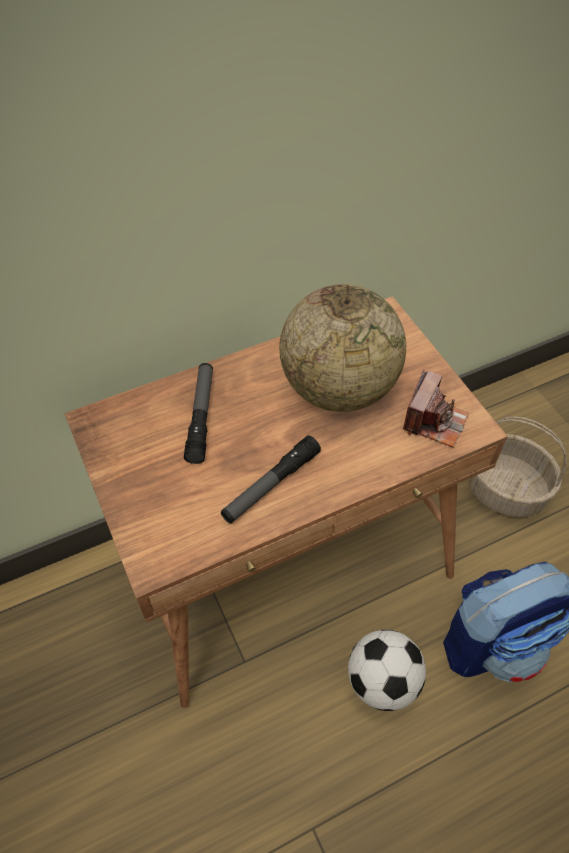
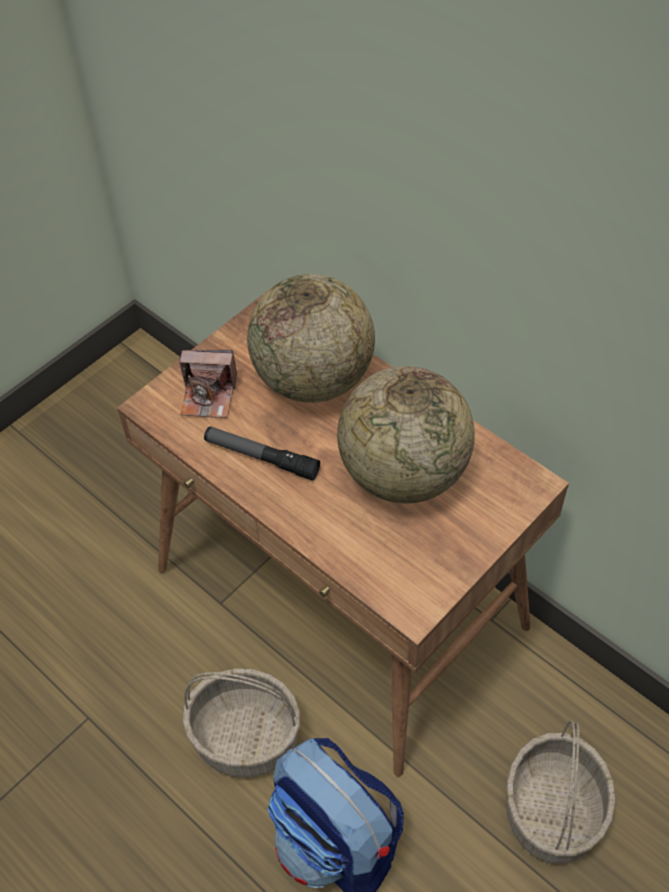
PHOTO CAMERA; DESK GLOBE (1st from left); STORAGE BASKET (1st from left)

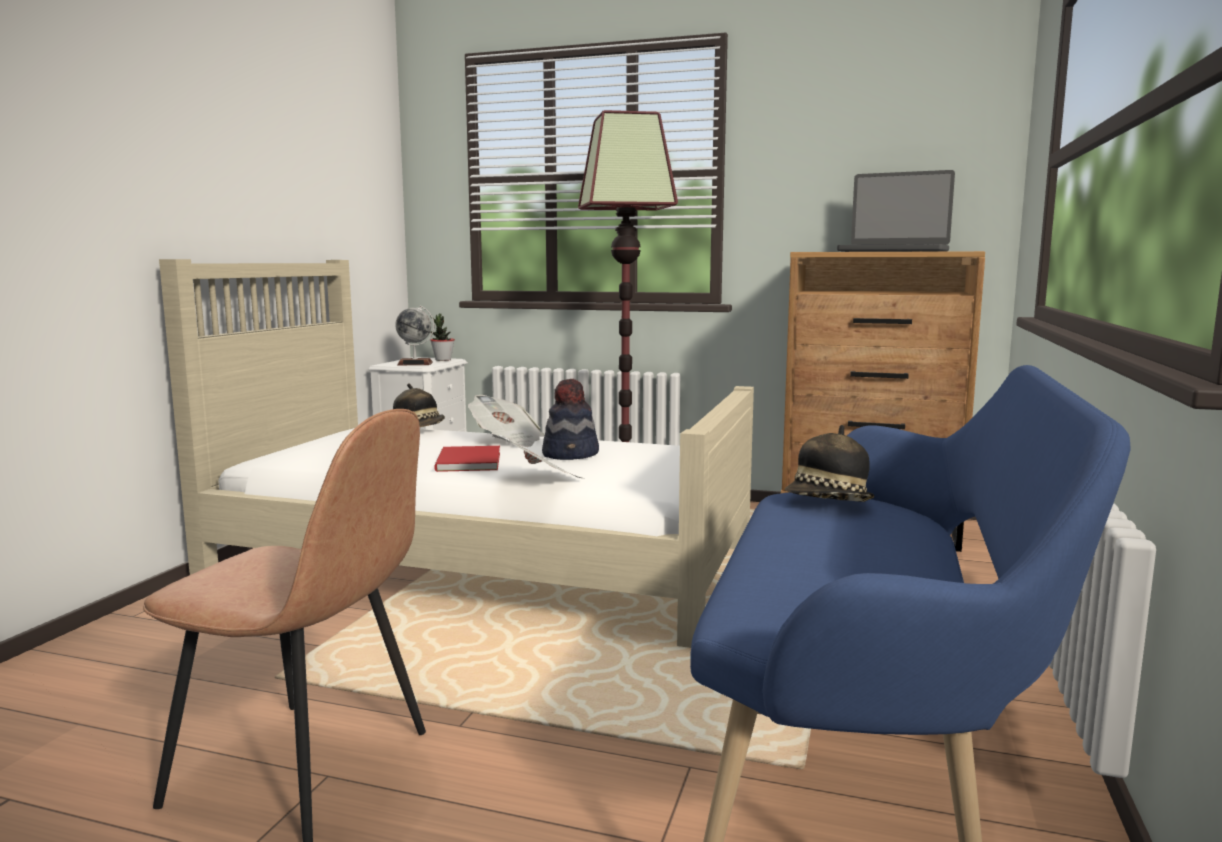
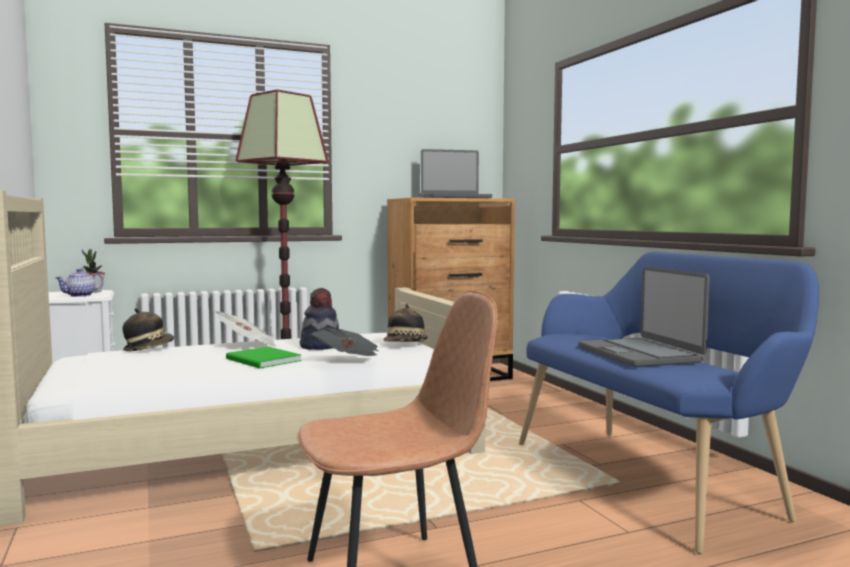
PORTABLE COMPUTER (2nd from left); HAT (3rd from left); TEA POT; GREEN-COLOURED BOOK

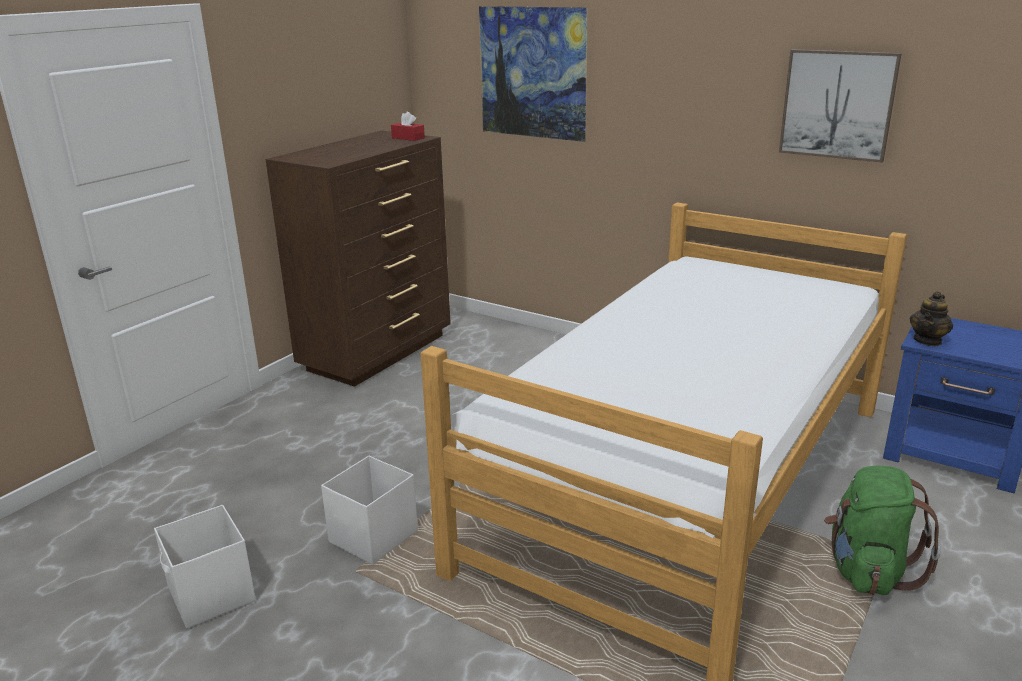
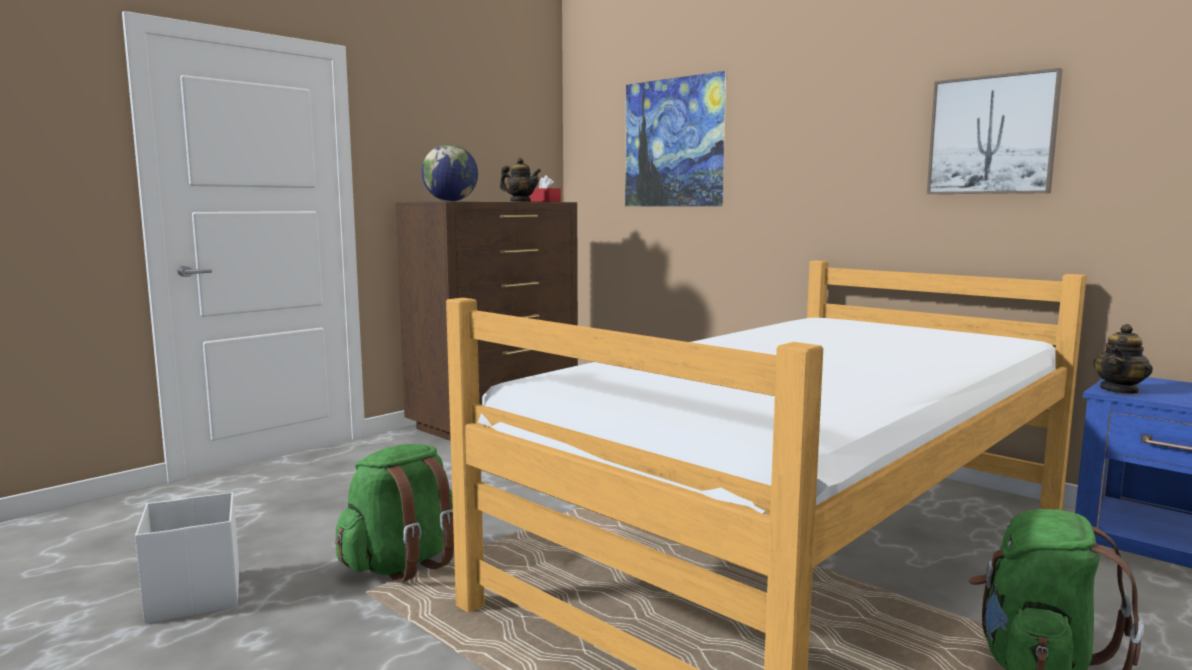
DESK GLOBE; TEA POT (1st from left); GREEN-COLOURED RUCKSACK (1st from left)

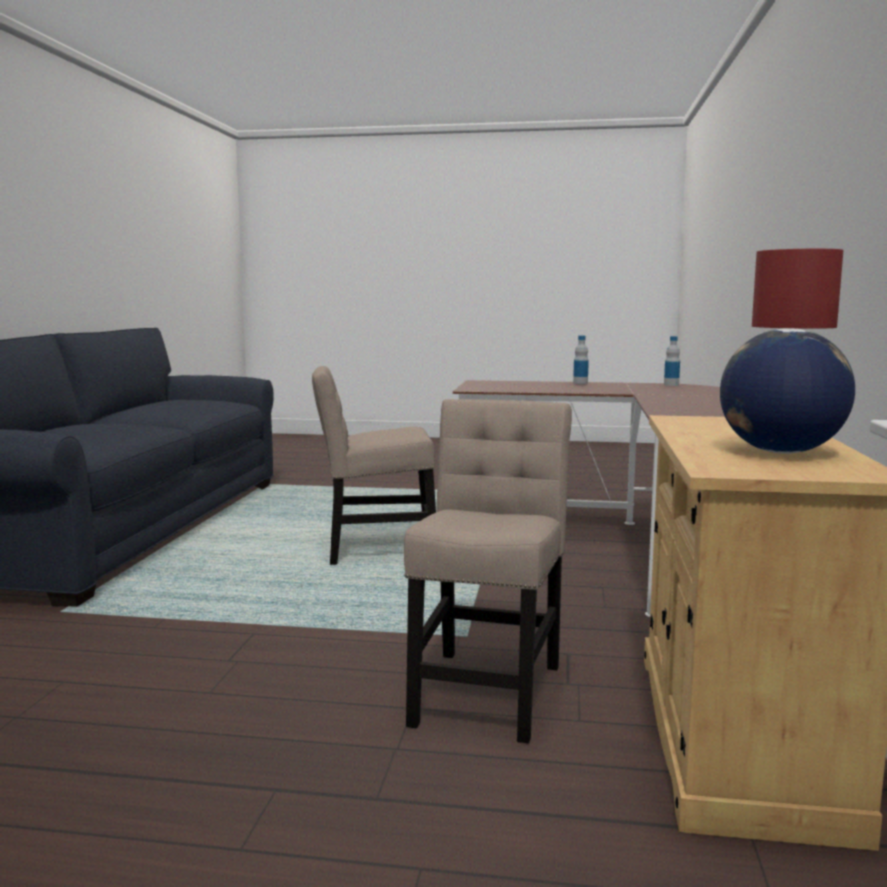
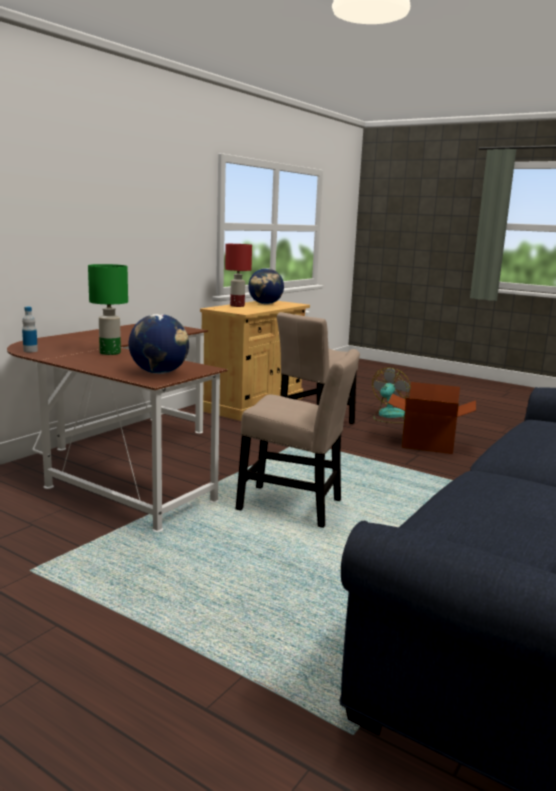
DRINK BOTTLE (1st from left in the first image); GREEN-COLOURED TABLE LAMP; DESK GLOBE (1st from left); FAN; CARDBOARD BOX

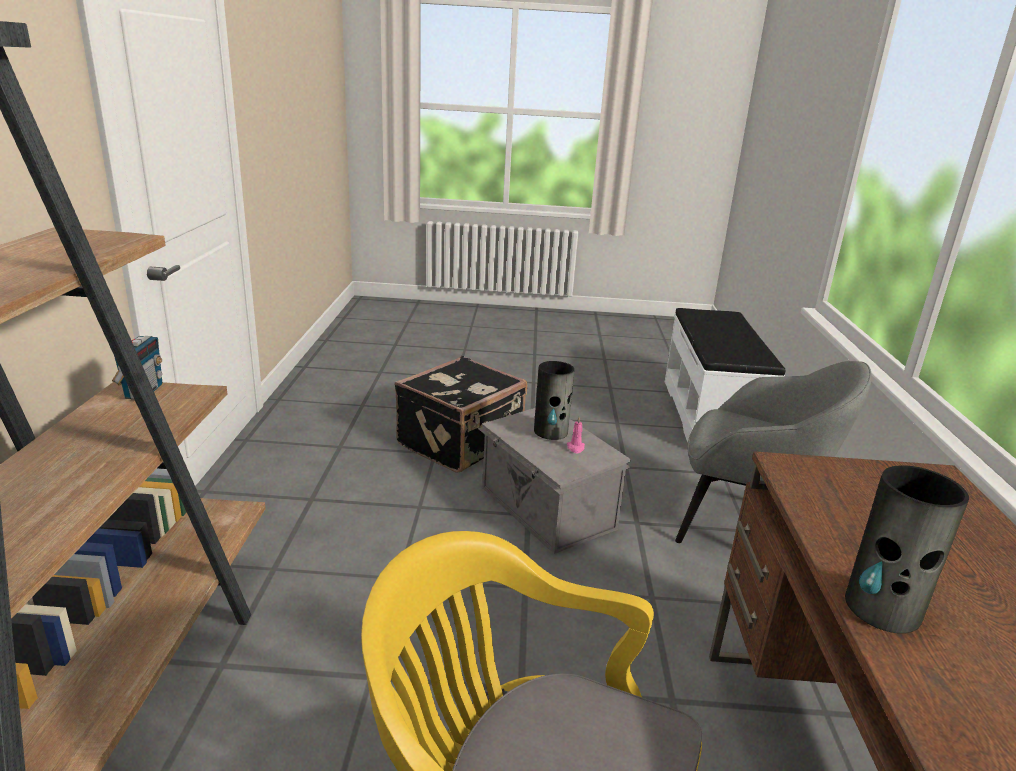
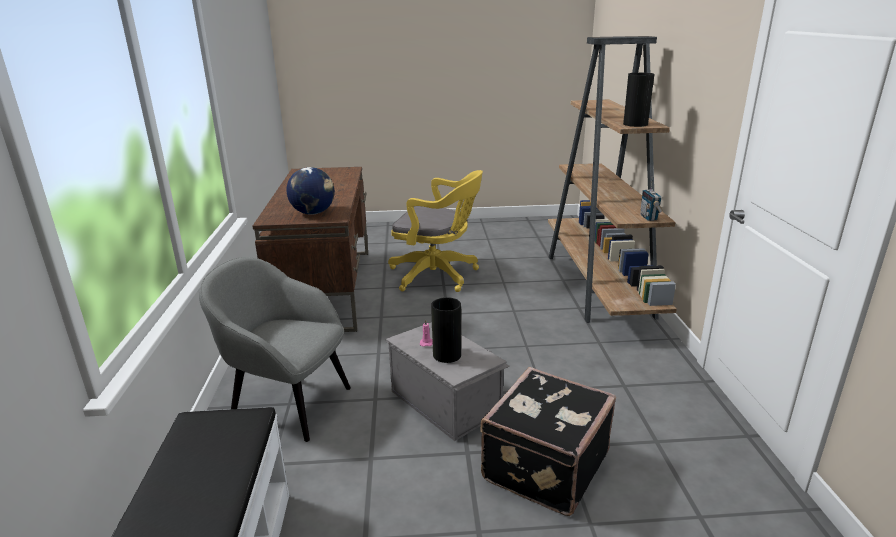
DESK GLOBE; DECORATIVE VASE (2nd from left)

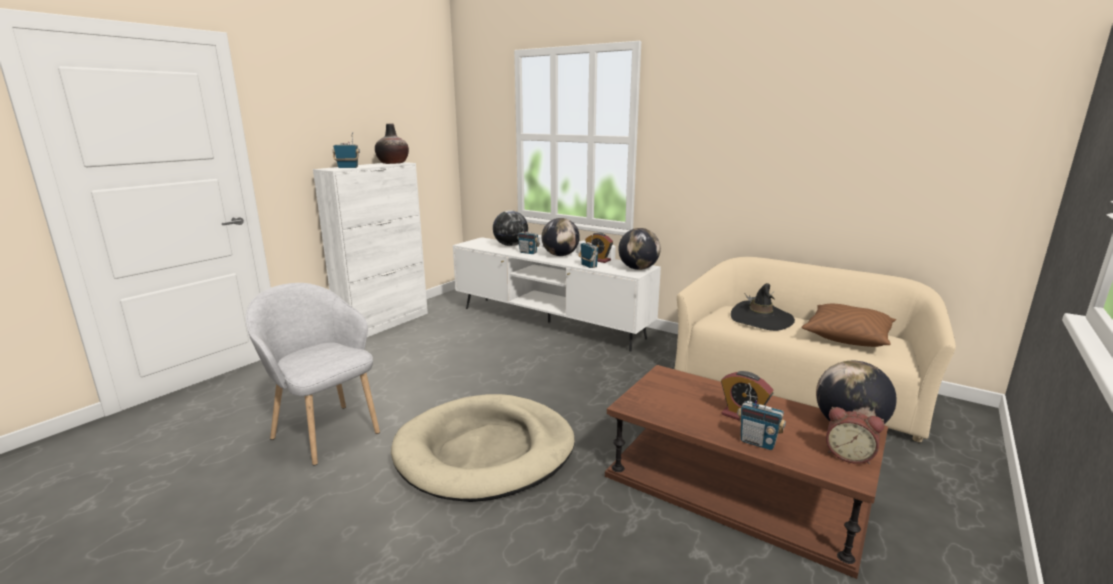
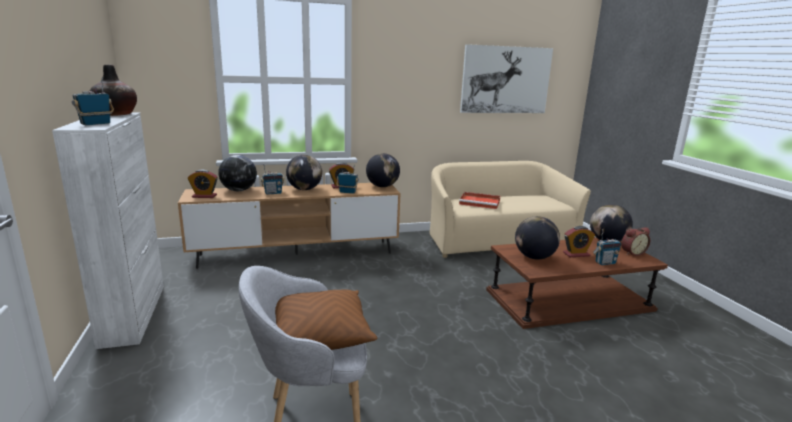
BEIGE-COLOURED PET BED; TABLE CLOCK (1st from left); WALL PICTURE; DESK GLOBE (4th from left); BROWN PILLOW; RED CARRYING TRAY; BROWN TV STAND

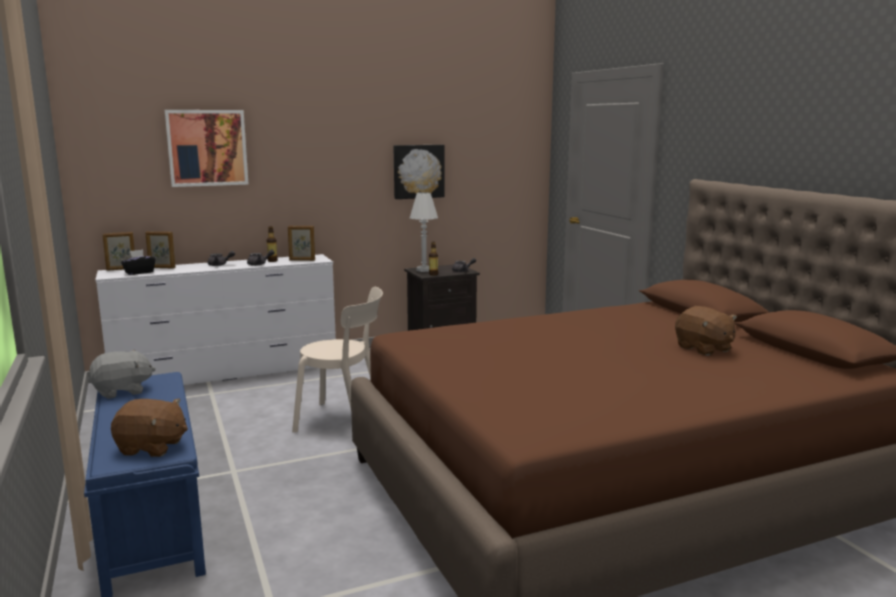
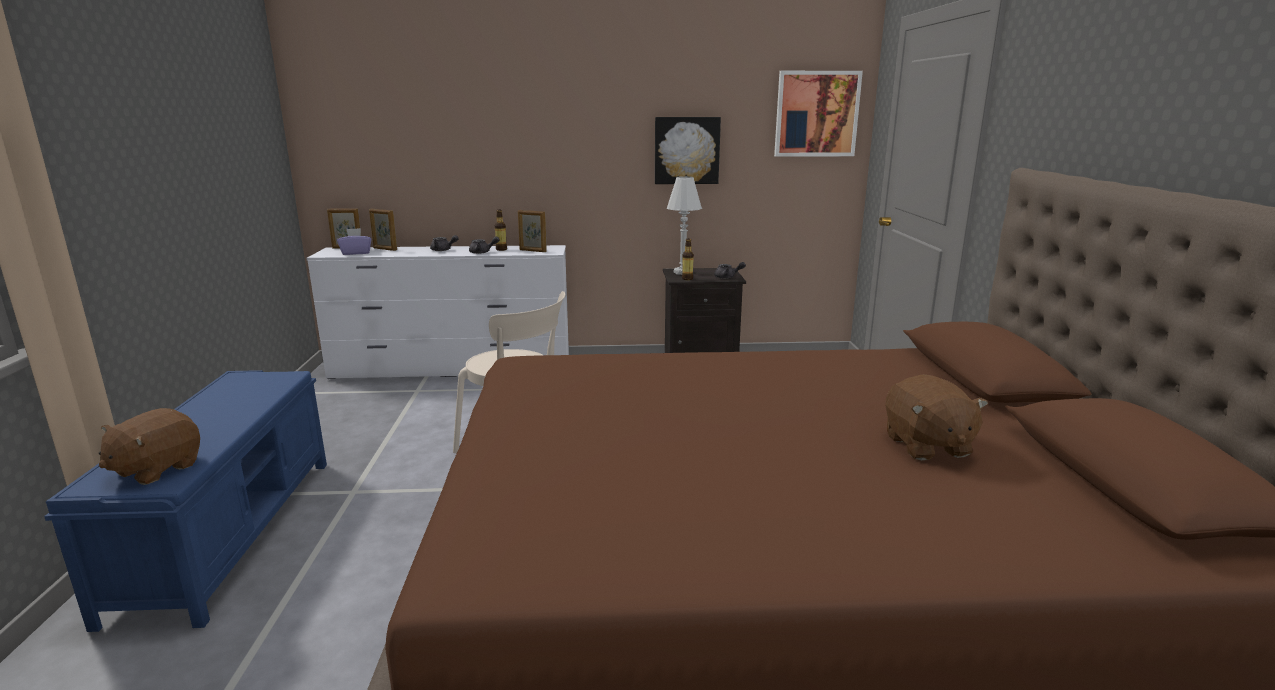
GRAY SOFT TOY; WALL PICTURE (2nd from left); PURPLE TISSUE HOLDER; BROWN SOFT TOY (1st from left)

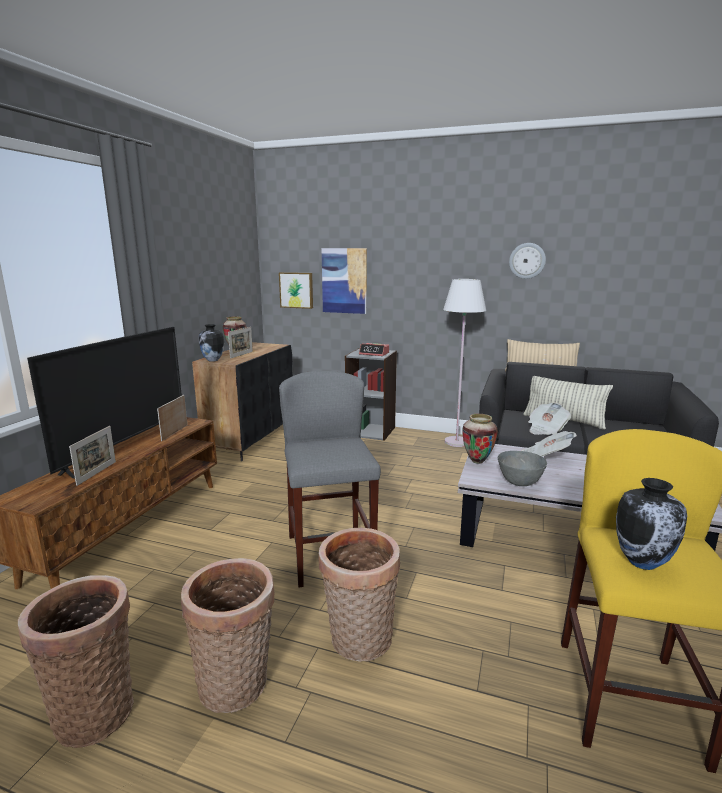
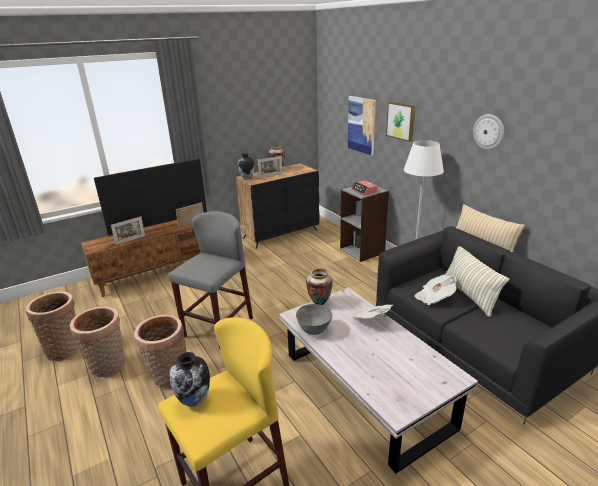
WALL PICTURE (2nd from left)

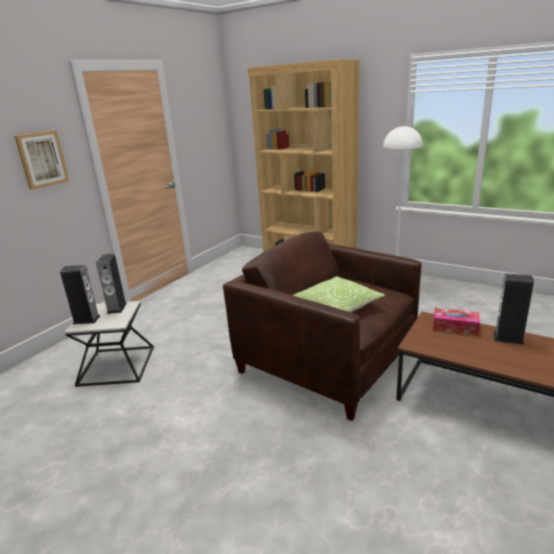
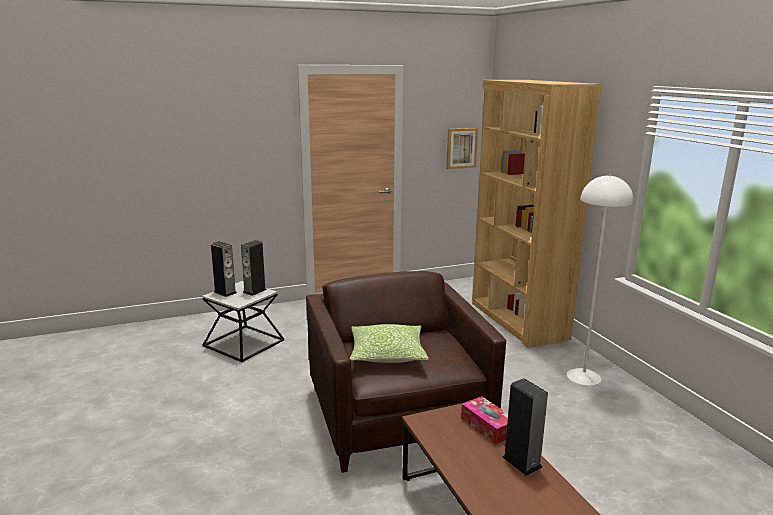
WALL PICTURE

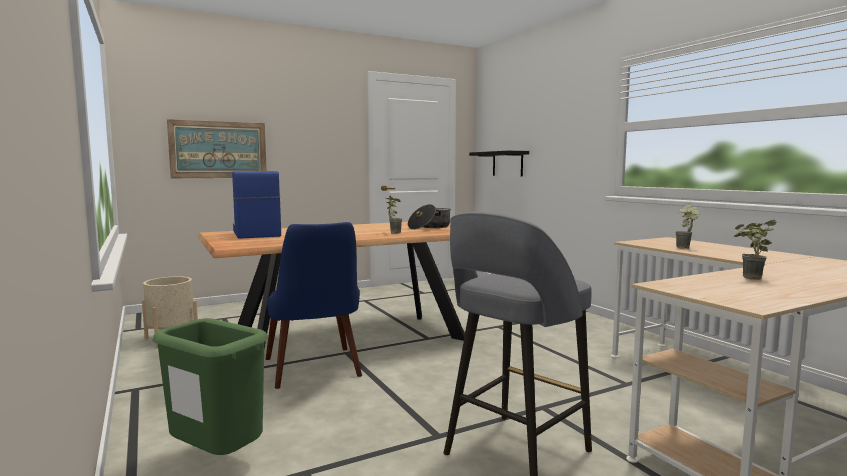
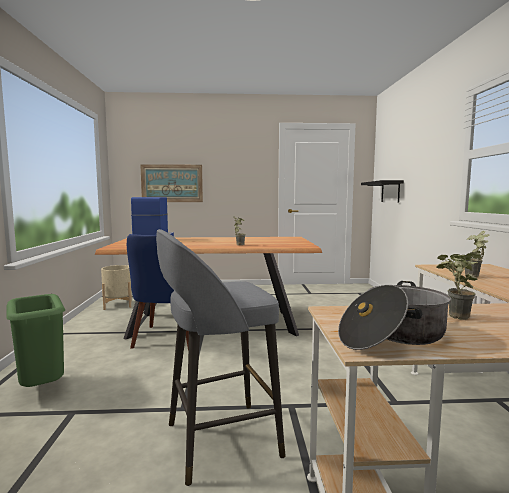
SAUCEPOT

